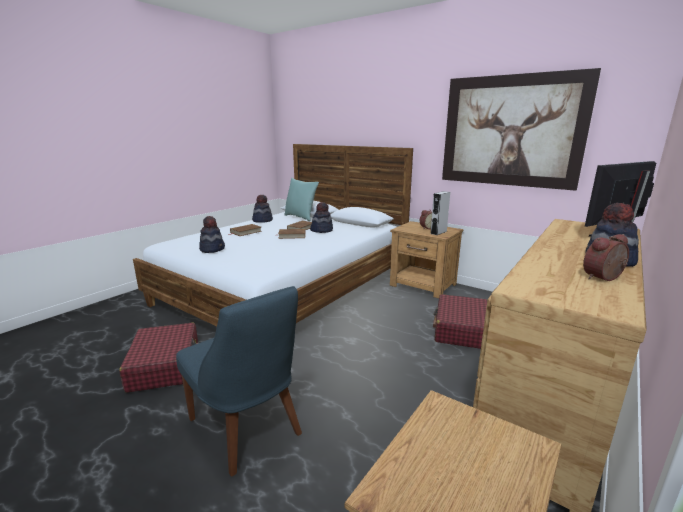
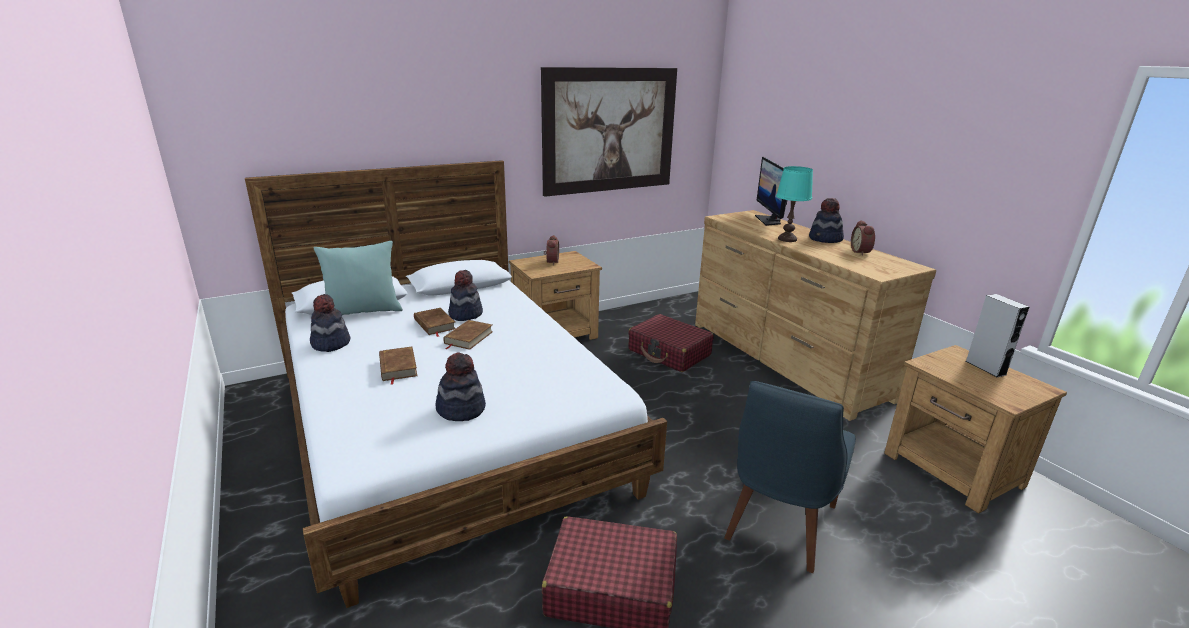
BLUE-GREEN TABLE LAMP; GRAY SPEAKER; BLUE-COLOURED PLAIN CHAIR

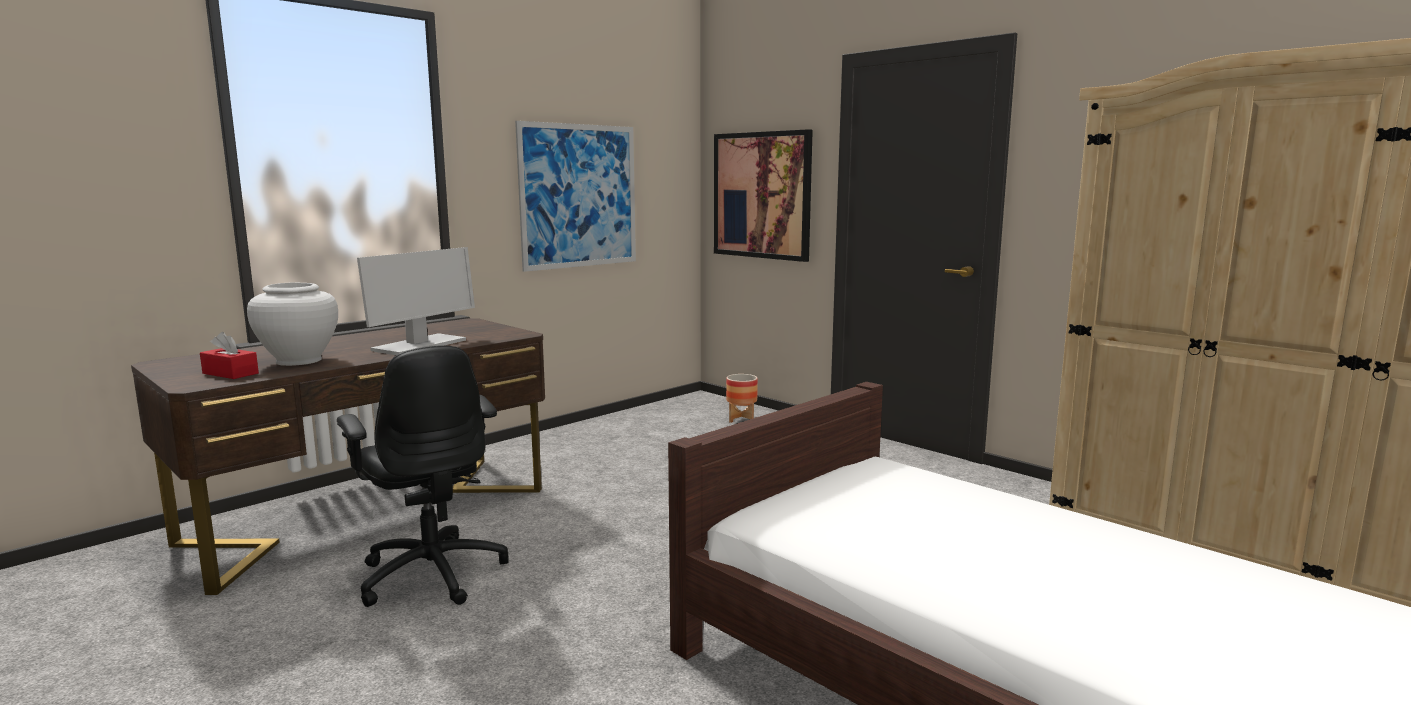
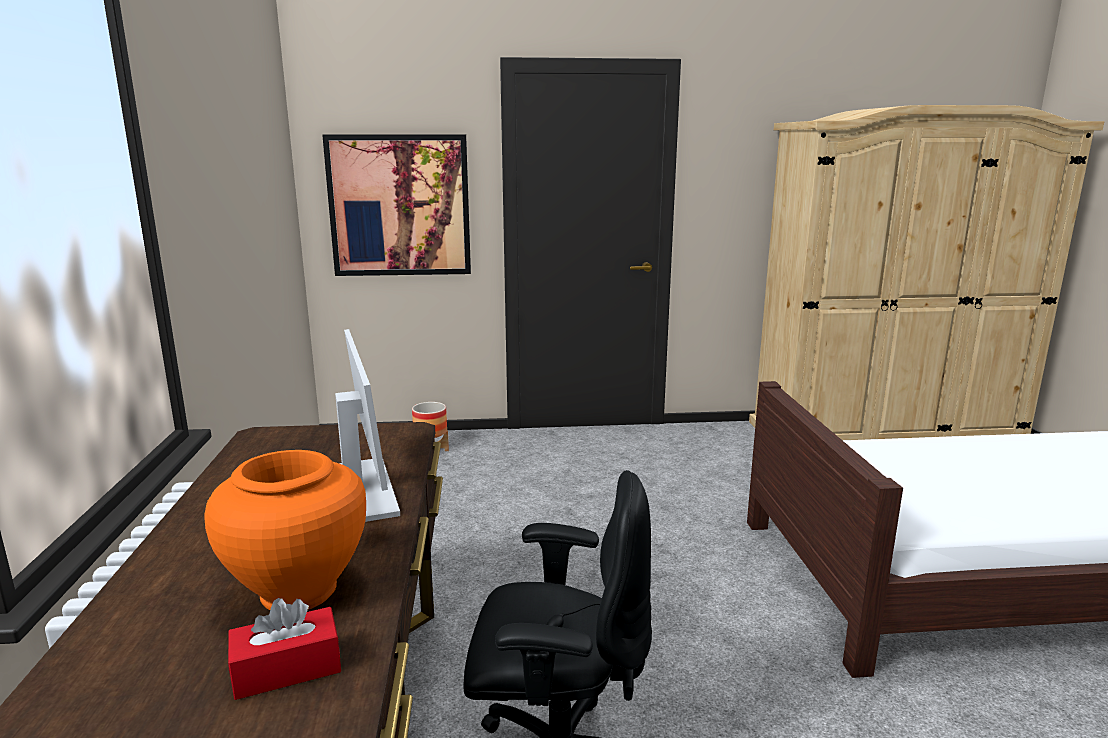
WALL PICTURE (1st from left in the first image); ORANGE-COLOURED DECORATIVE VASE

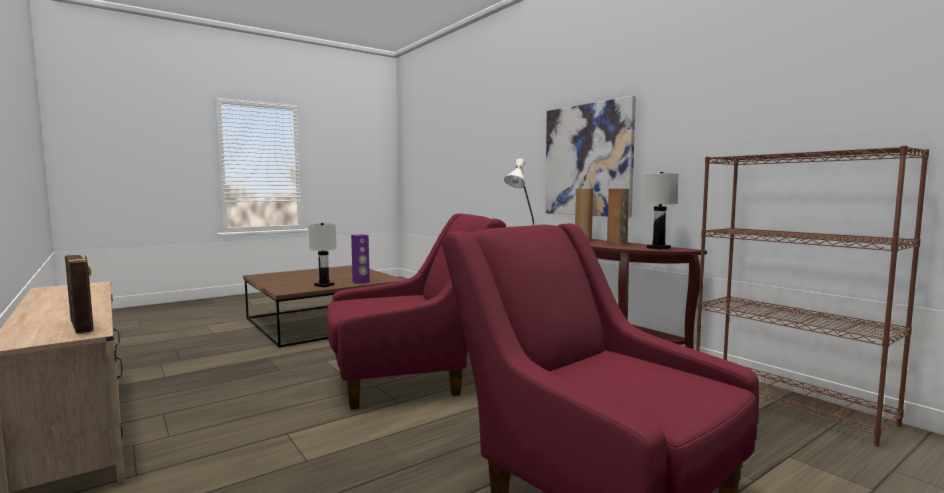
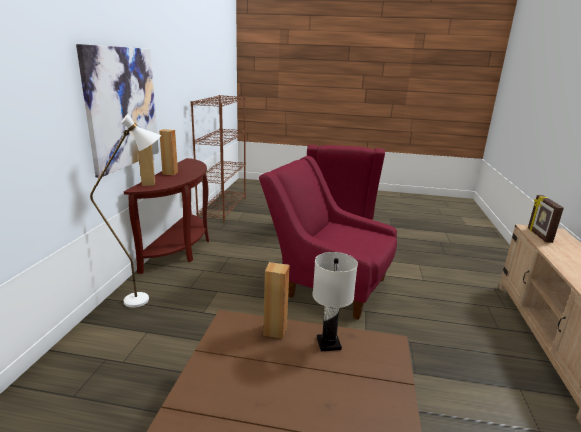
WHITE-COLOURED TABLE LAMP (2nd from left in the first image); BROWN SPEAKER (3rd from left)

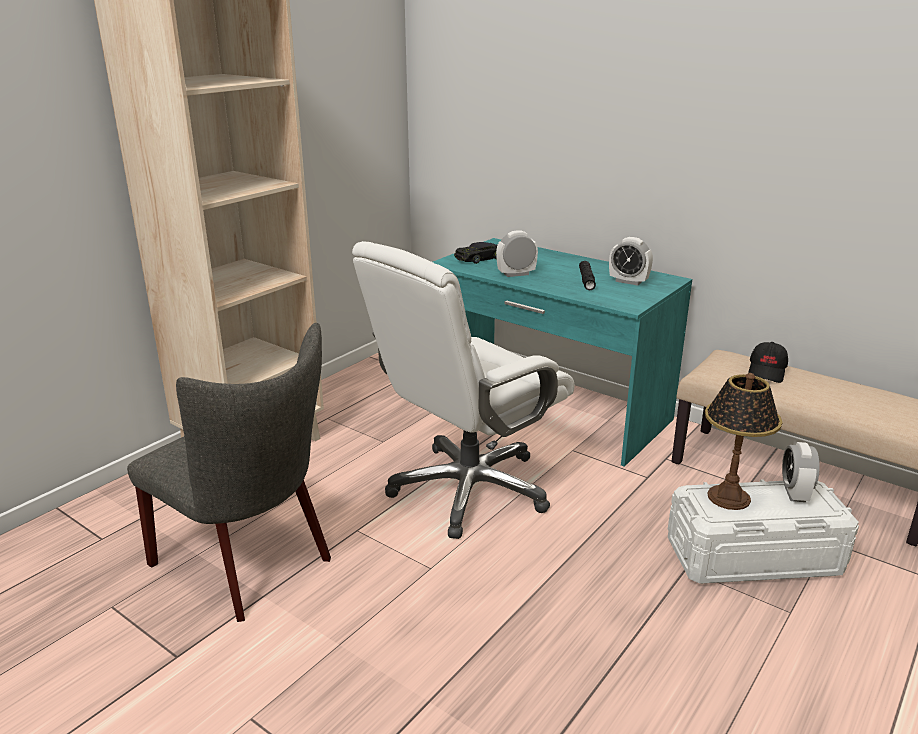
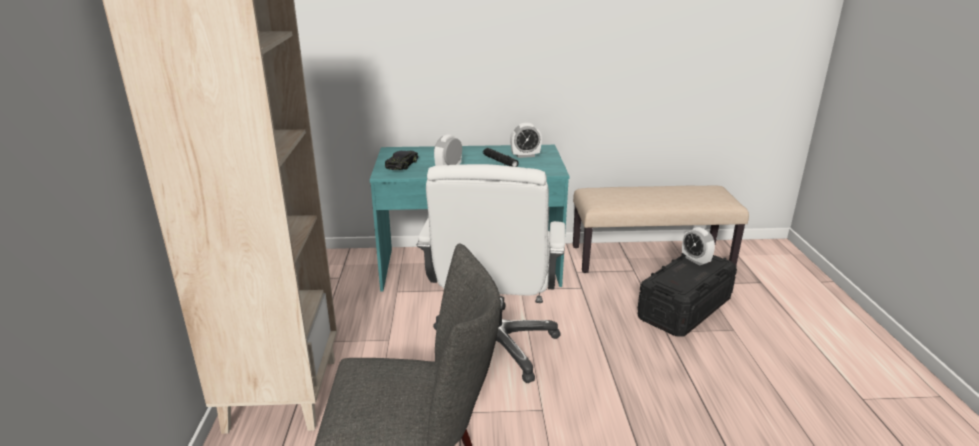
TABLE LAMP; BLACK BASEBALL CAP; BLACK STORAGE BIN

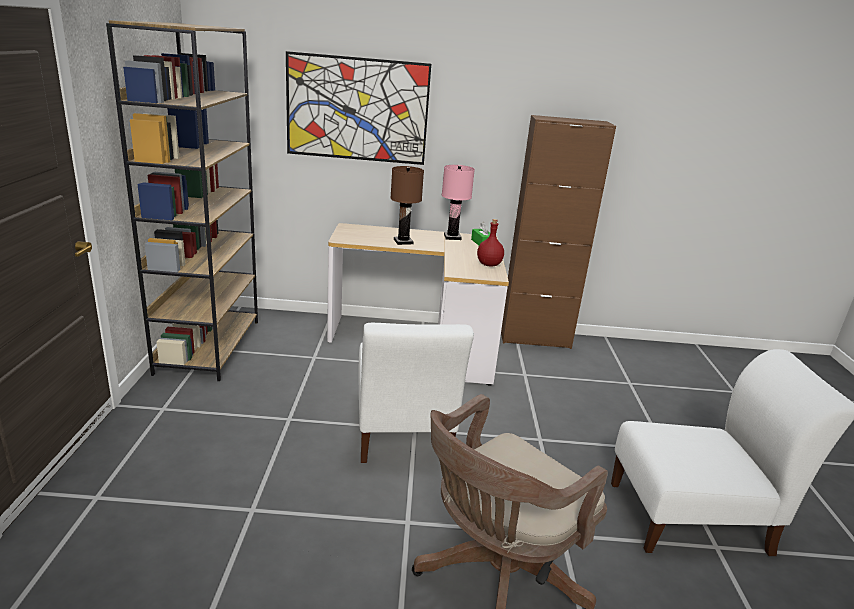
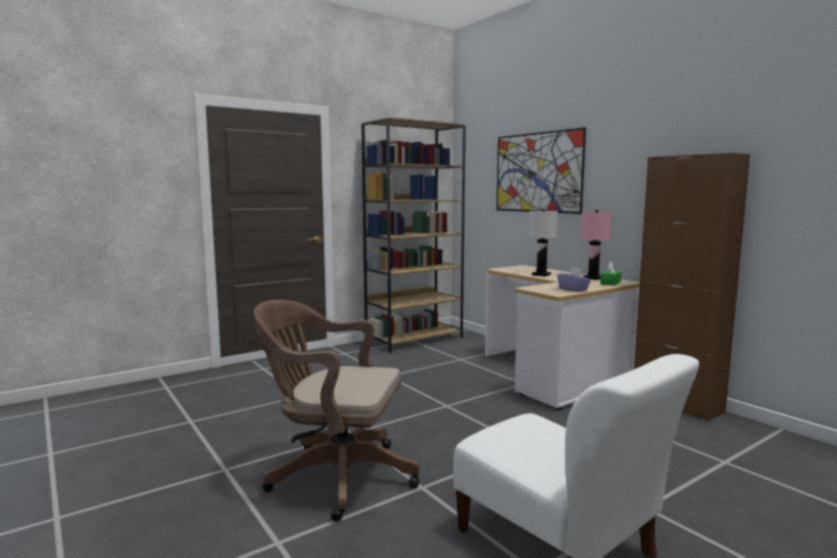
WHITE-COLOURED PLAIN CHAIR (1st from left in the first image); PURPLE TISSUE HOLDER; WHITE-COLOURED TABLE LAMP

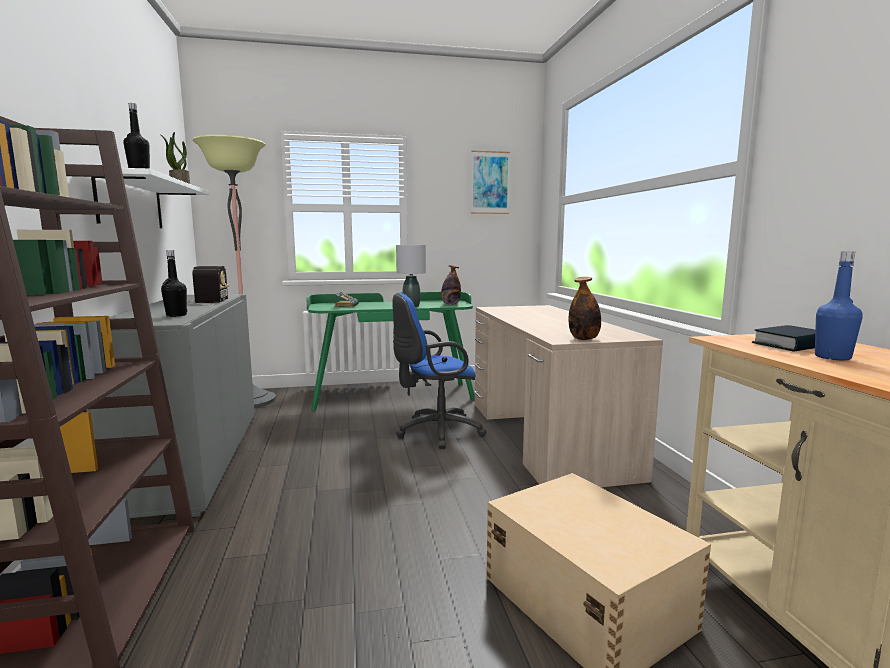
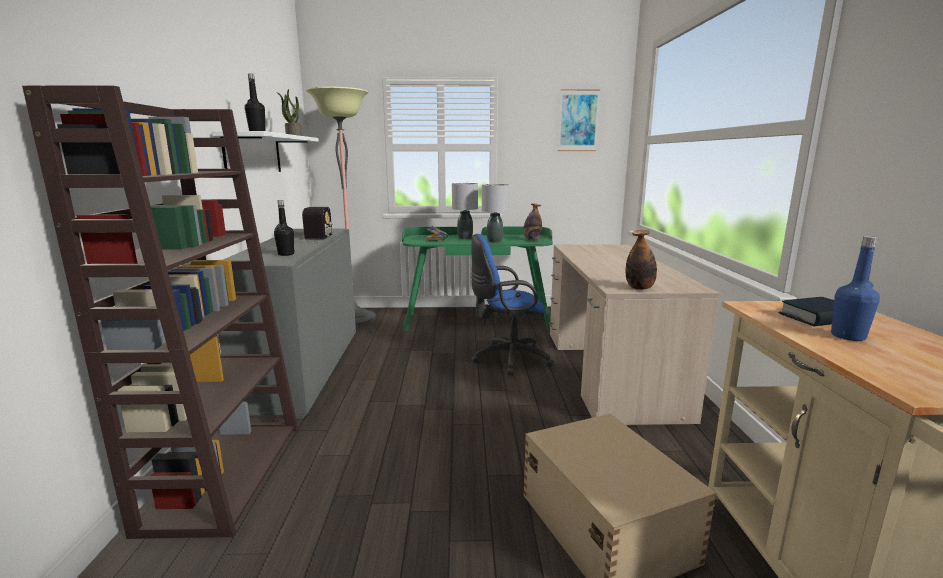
GRAY TABLE LAMP (1st from left)

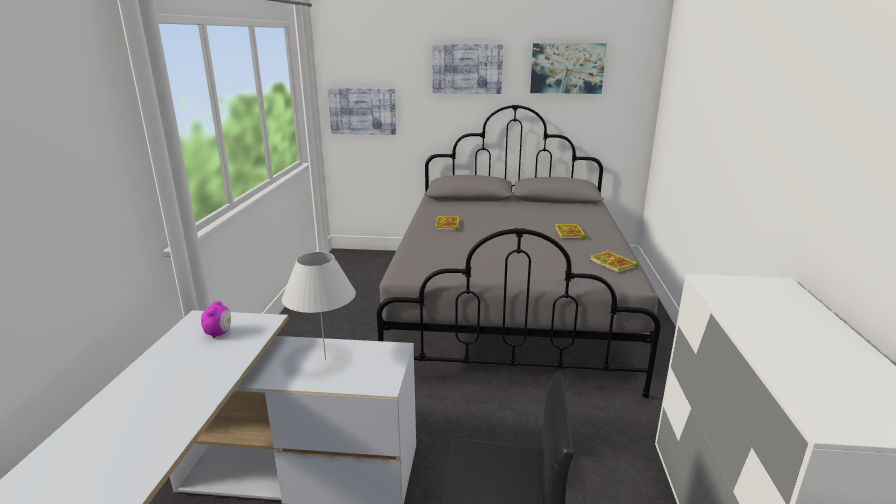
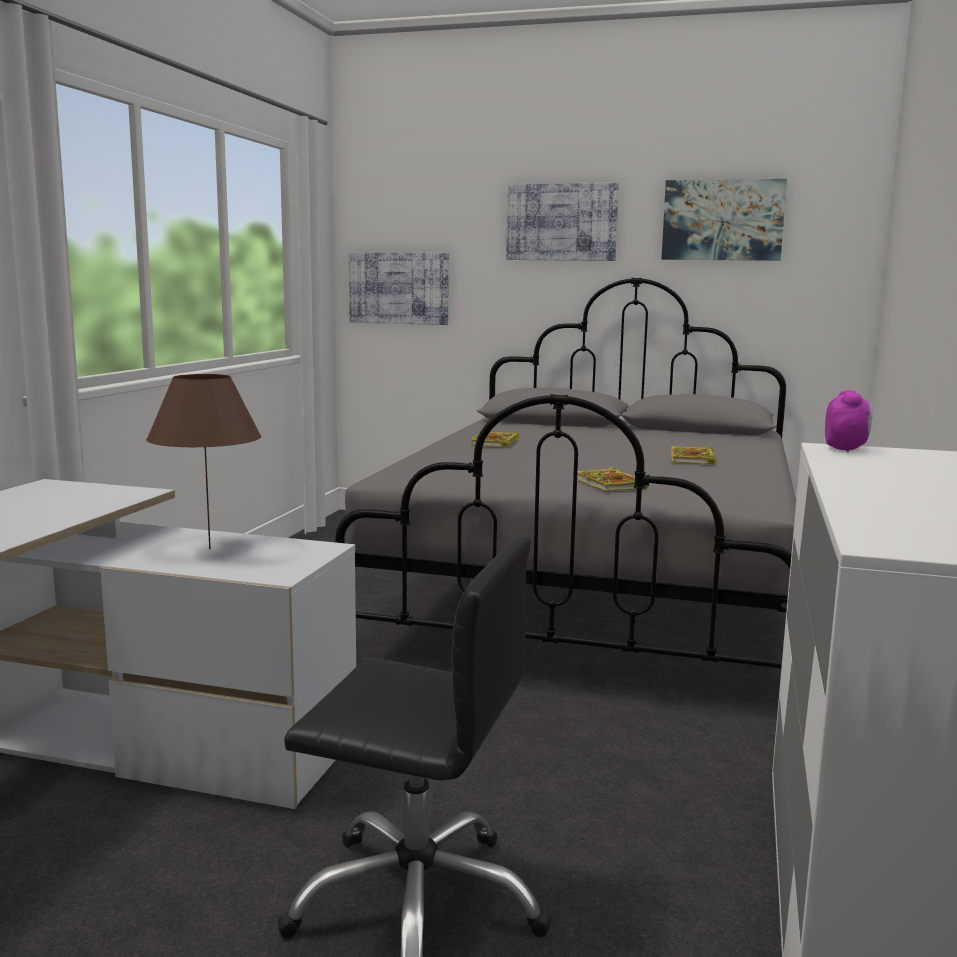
TABLE CLOCK; BOOK (2nd from left); BROWN TABLE LAMP

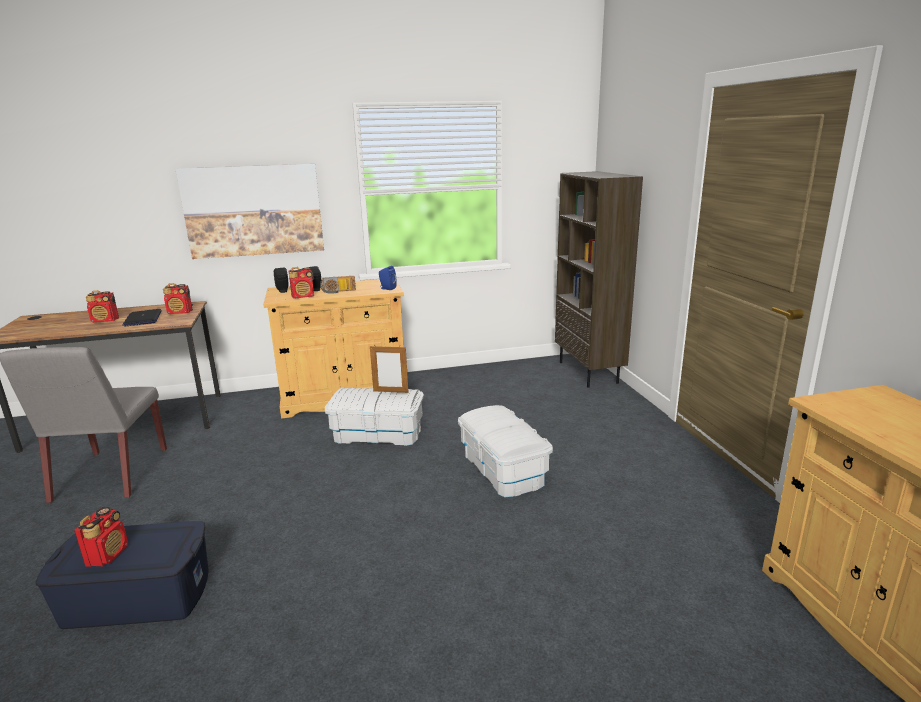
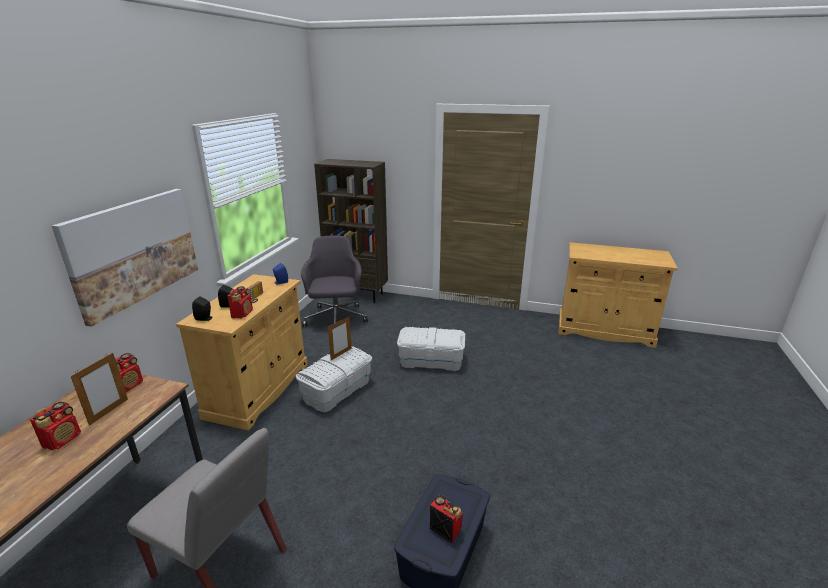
GRAY DESK CHAIR; STANDING FRAME (1st from left)

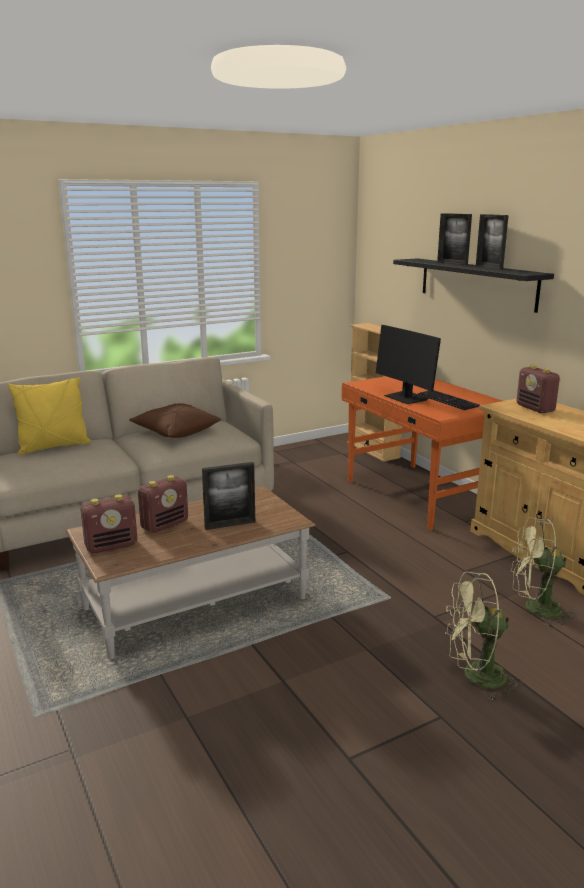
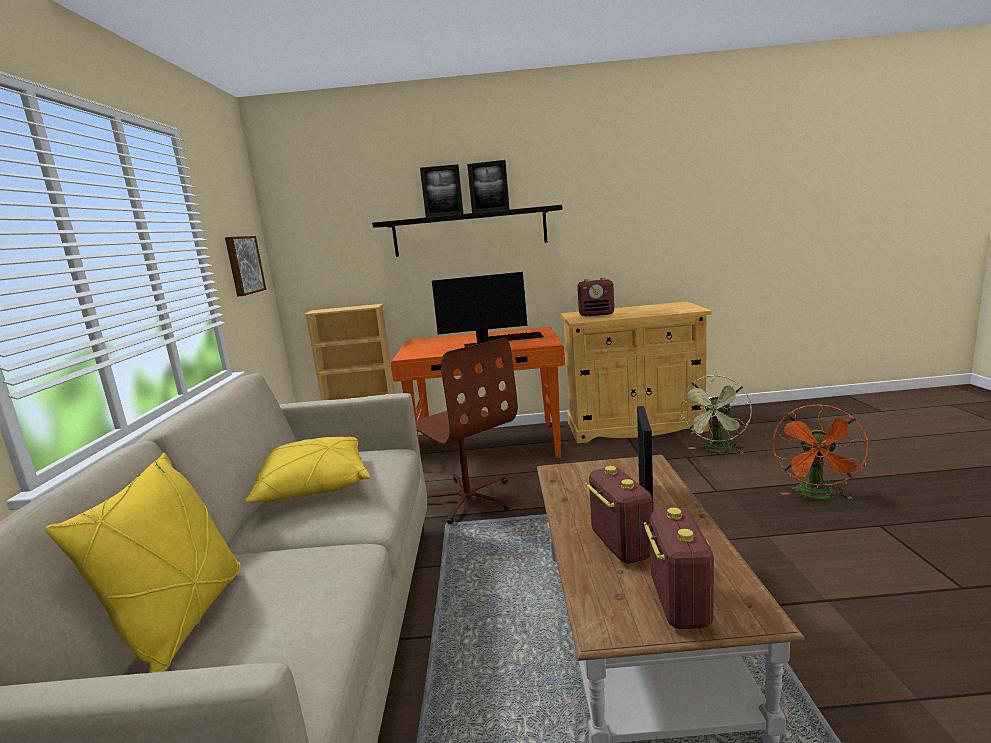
WALL PICTURE; BROWN DESK CHAIR; YELLOW-COLOURED PILLOW (2nd from left); ORANGE-COLOURED FAN

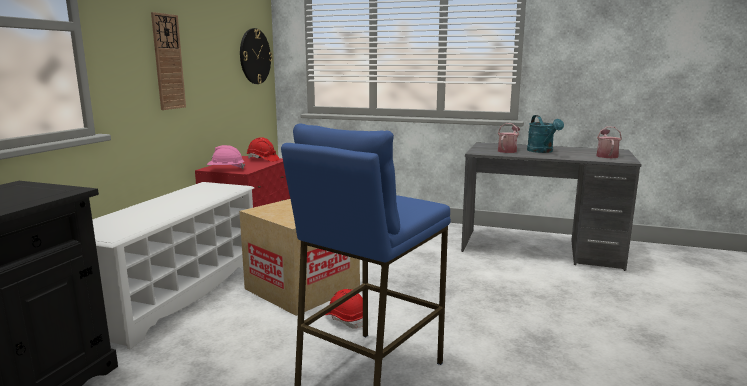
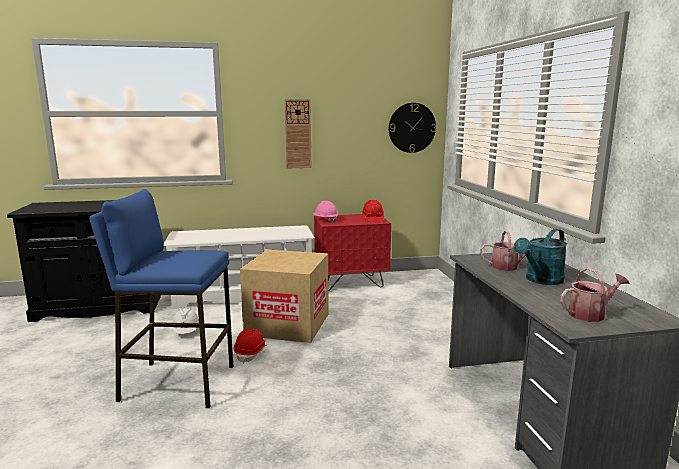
WHITE-COLOURED HARD HAT

